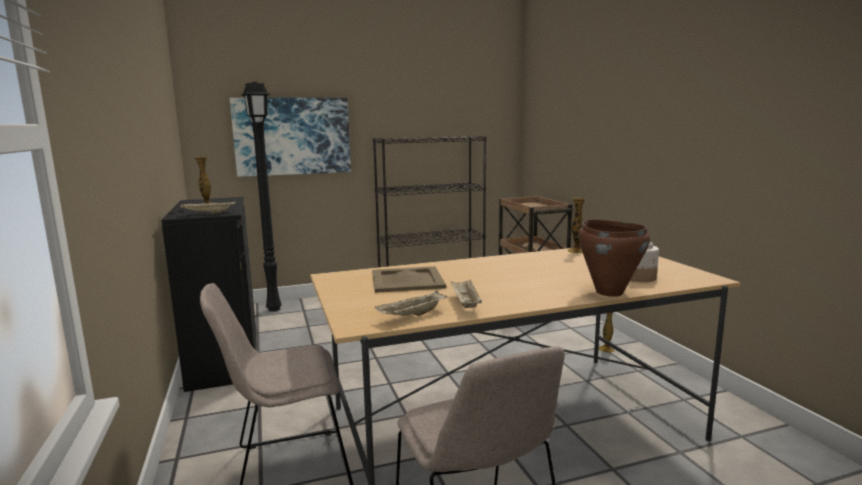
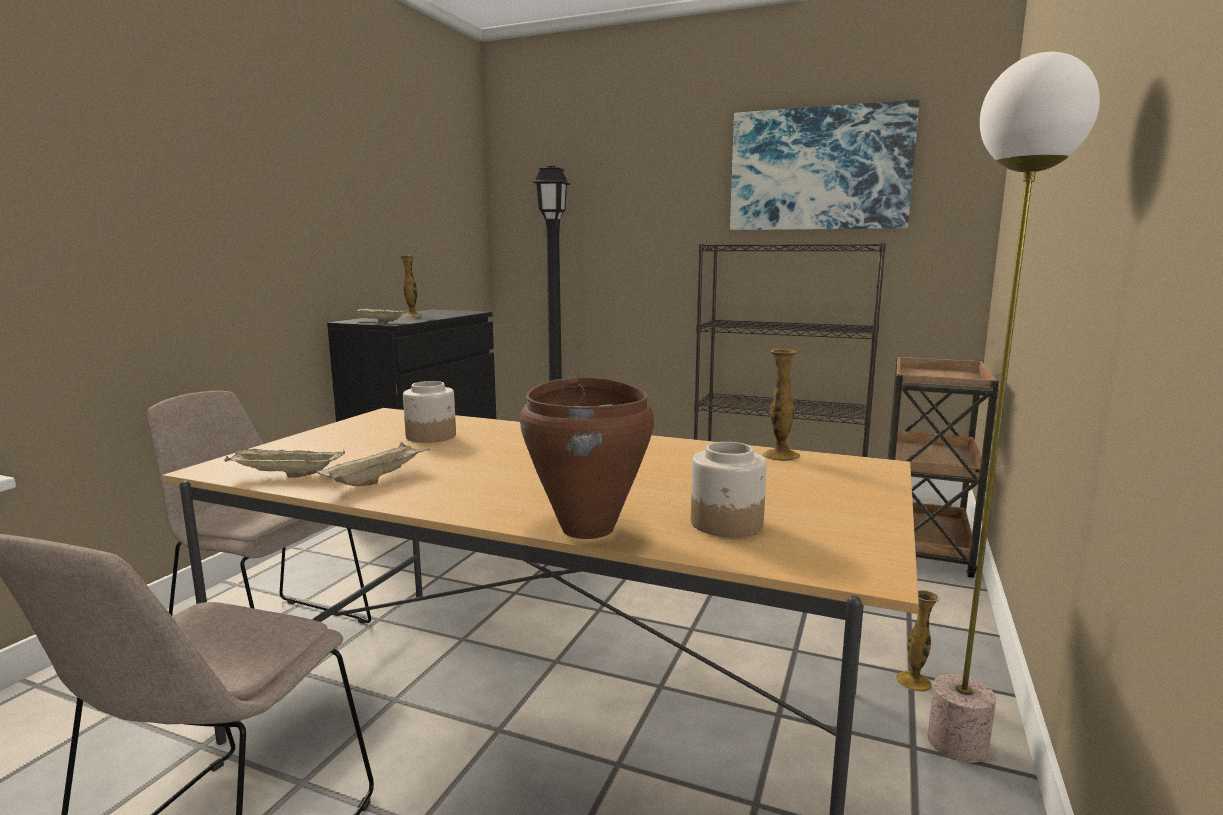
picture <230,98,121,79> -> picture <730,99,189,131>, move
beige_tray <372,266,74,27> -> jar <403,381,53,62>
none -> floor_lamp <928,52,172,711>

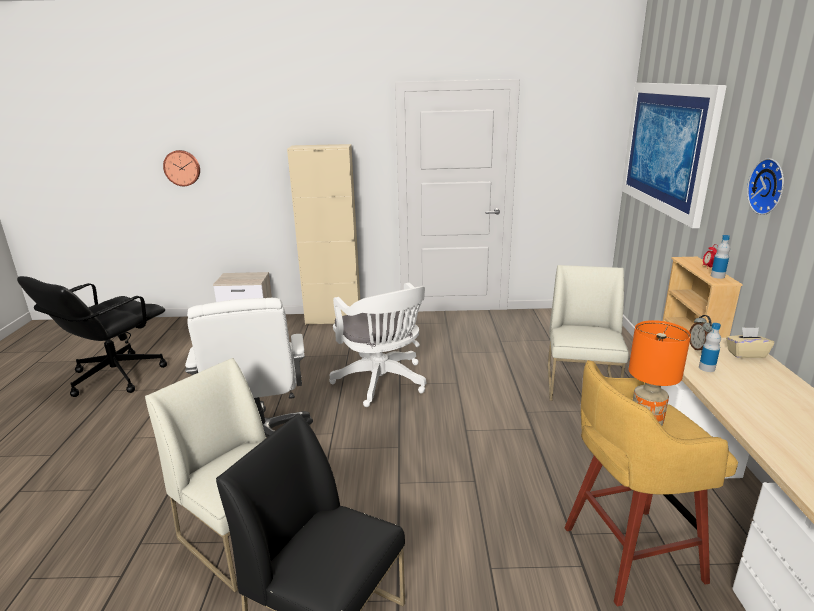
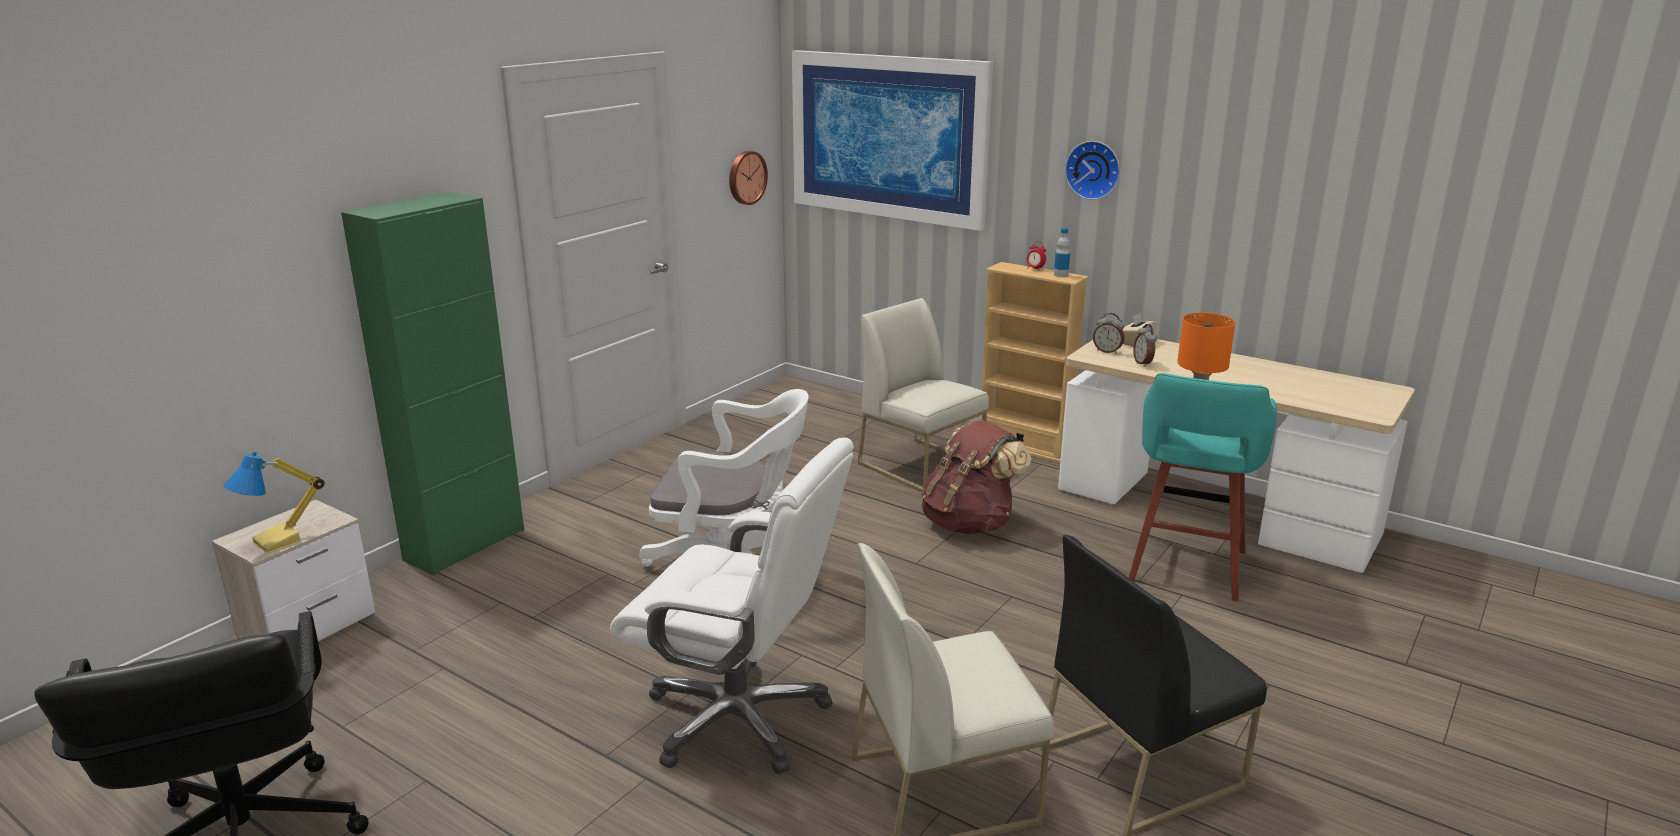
beige_cabinet <287,144,73,181> -> green_cabinet <341,192,183,383>
wall_clock <163,150,37,36> -> wall_clock <729,151,39,54>, move
bottle <699,323,22,49> -> alarm_clock <1133,324,24,43>
yellow_stool <564,360,174,247> -> turquoise_stool <1128,373,149,229>
none -> brown_backpack <921,420,110,114>
none -> table_lamp <223,451,102,103>

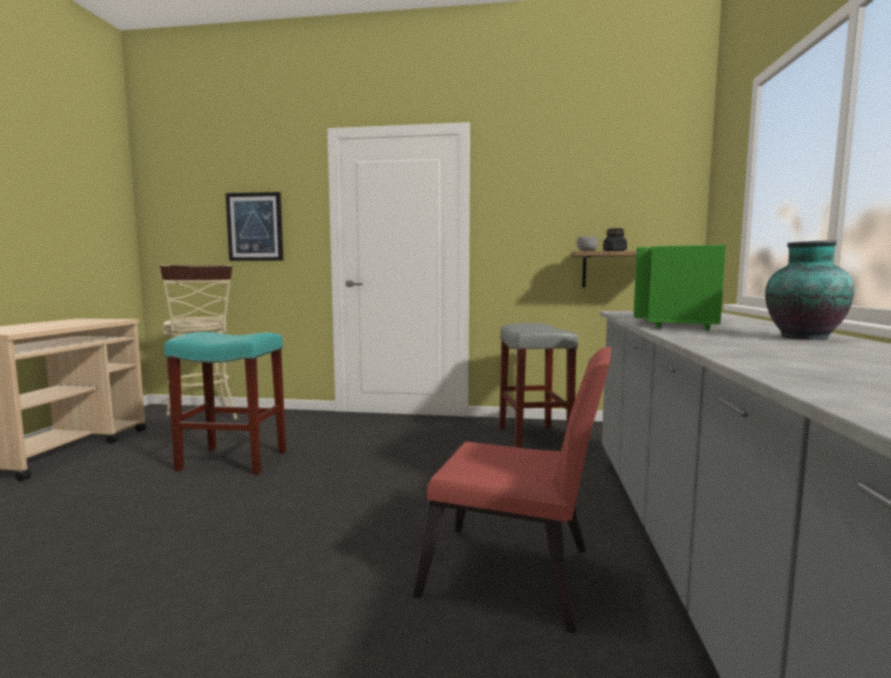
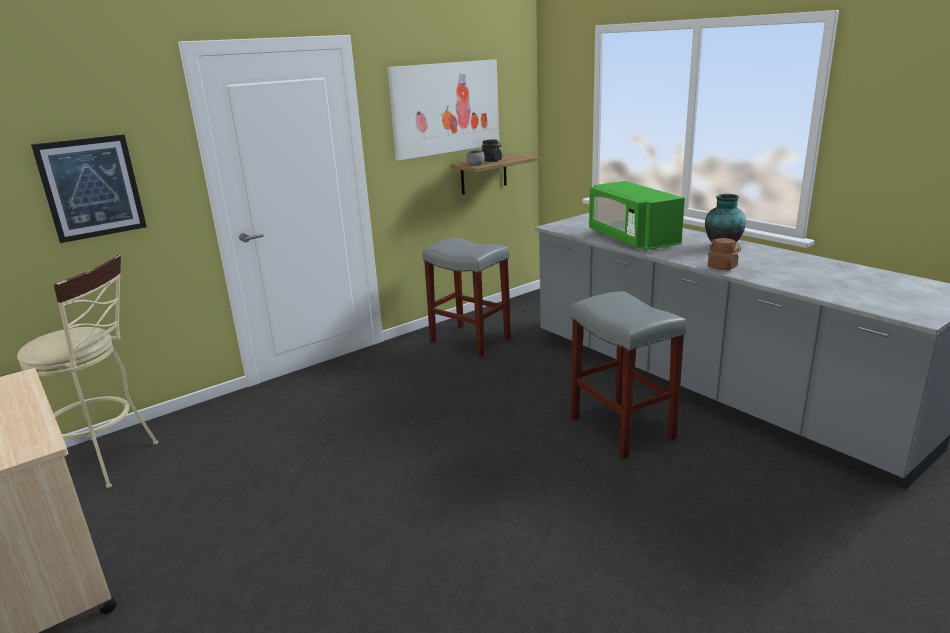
turquoise_stool <164,332,122,143> -> none
red_chair <413,347,199,287> -> grey_stool <571,291,116,168>
none -> picture <387,59,112,102>
none -> brown_jar <708,238,33,32>

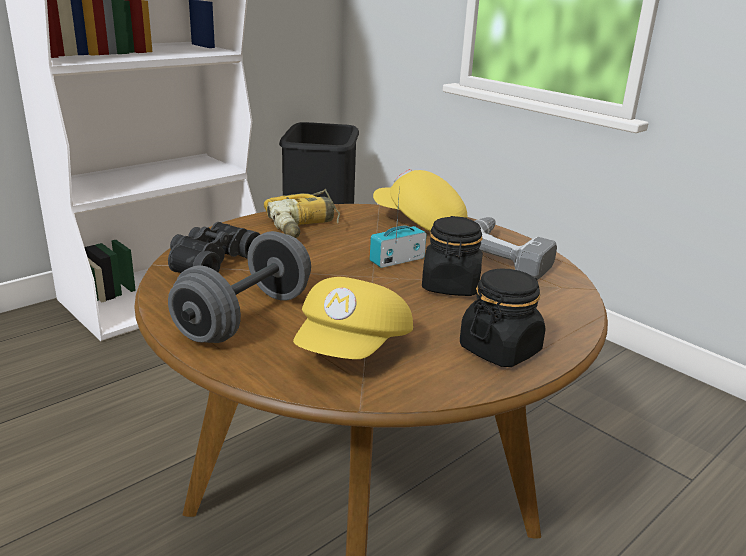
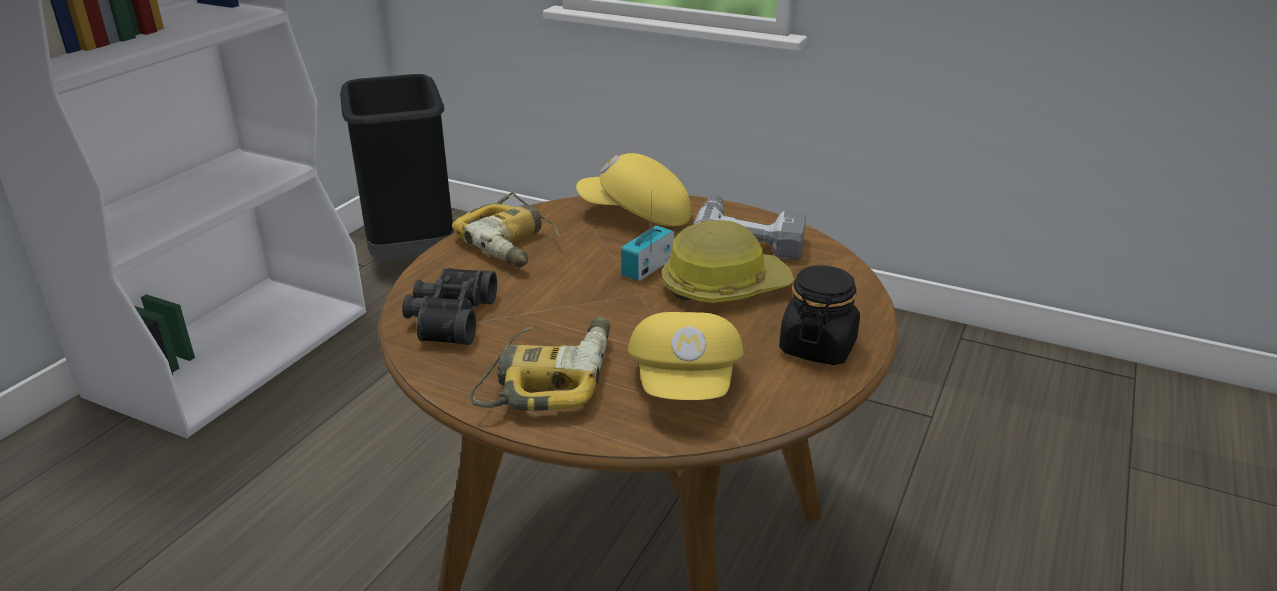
black_jar <422,216,61,80> -> hard_hat <661,220,133,83>
grey_dumbbell <168,231,143,112> -> power_drill <471,317,139,94>

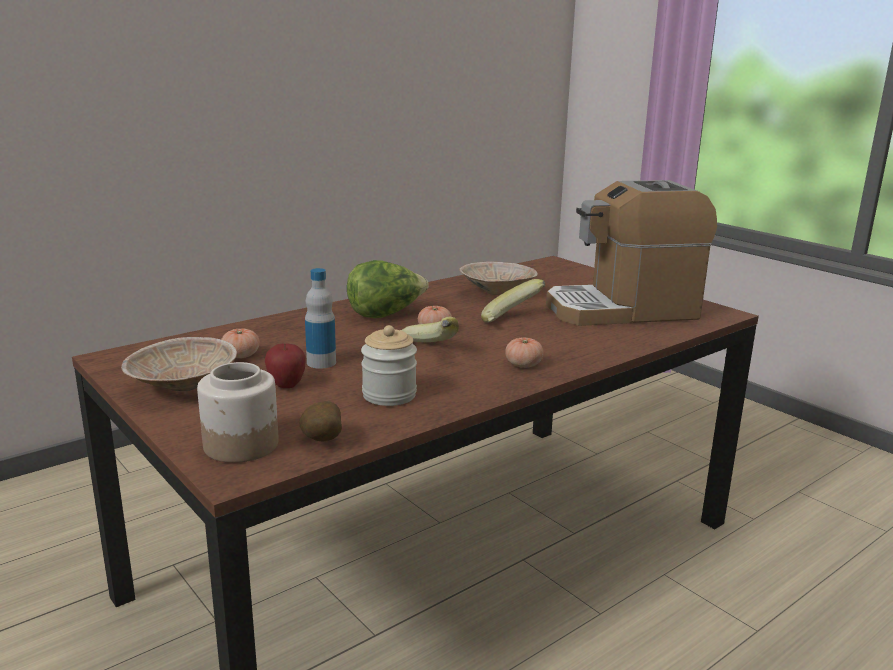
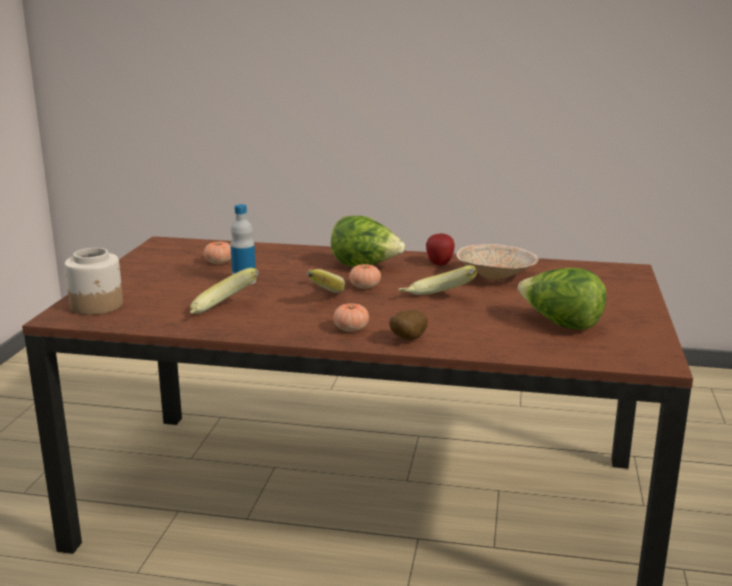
coffee_machine <546,180,171,146> -> lettuce <518,268,88,62>
jar <361,325,56,81> -> banana <190,268,69,46>
beige_bowl <121,337,116,54> -> none
apple <265,343,41,45> -> apple <426,233,29,33>, move
potato <299,401,43,41> -> potato <389,310,39,30>, move

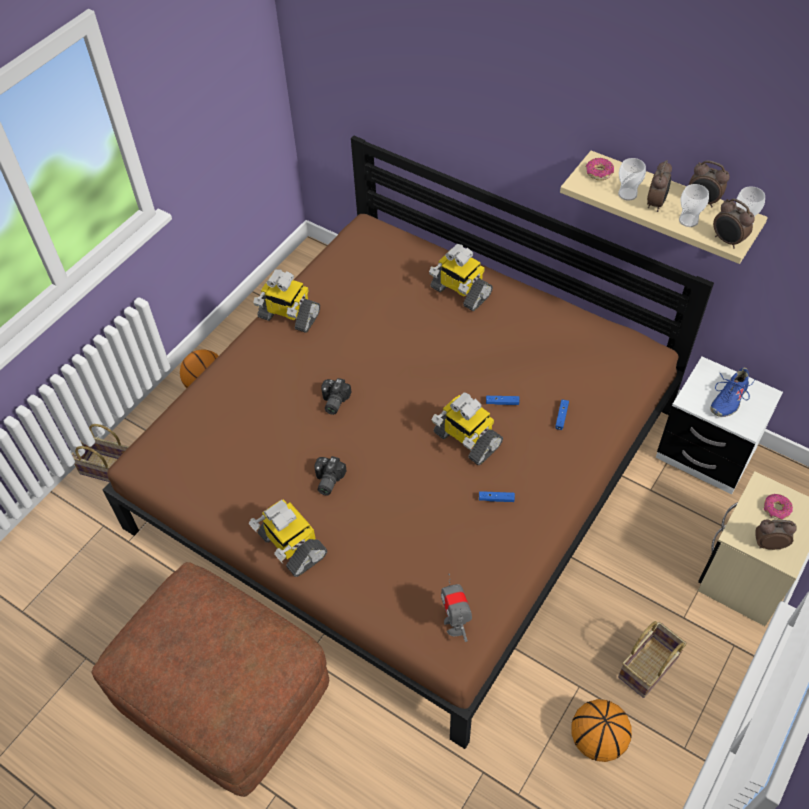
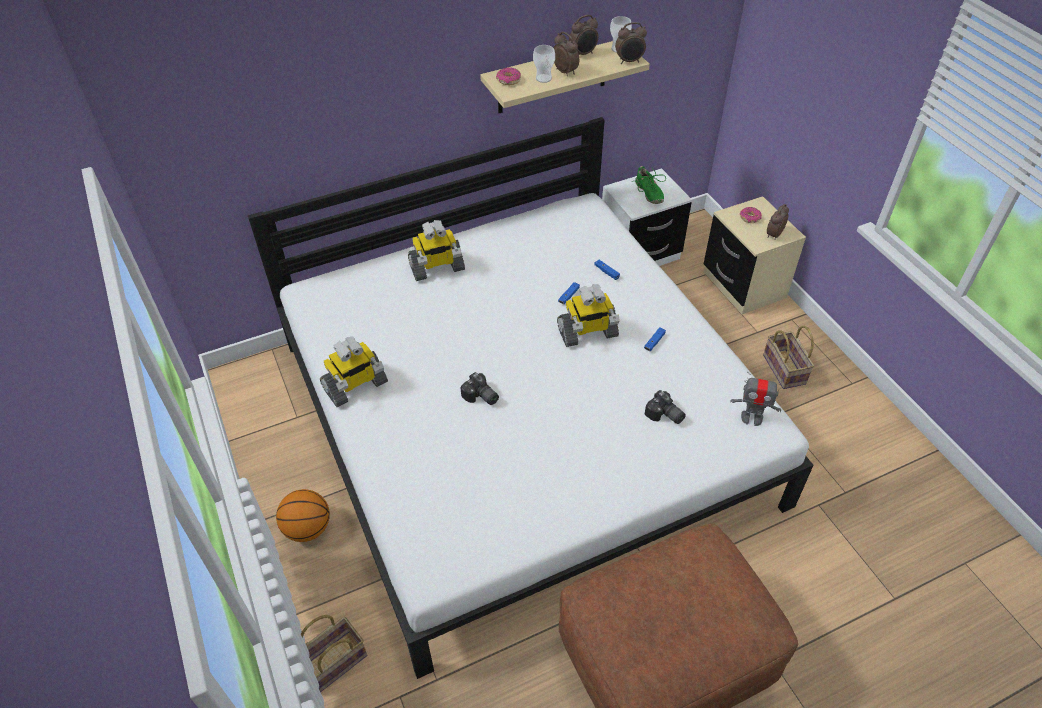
brown_bed <103,136,611,613> -> white_bed <247,117,566,562>
cup <679,184,30,43> -> none
blue_shoe <711,367,44,50> -> green_shoe <631,166,35,38>
photo_camera <314,456,33,40> -> photo_camera <645,390,41,34>, move
toy_robot <249,499,78,78> -> none
basketball <572,699,60,63> -> none

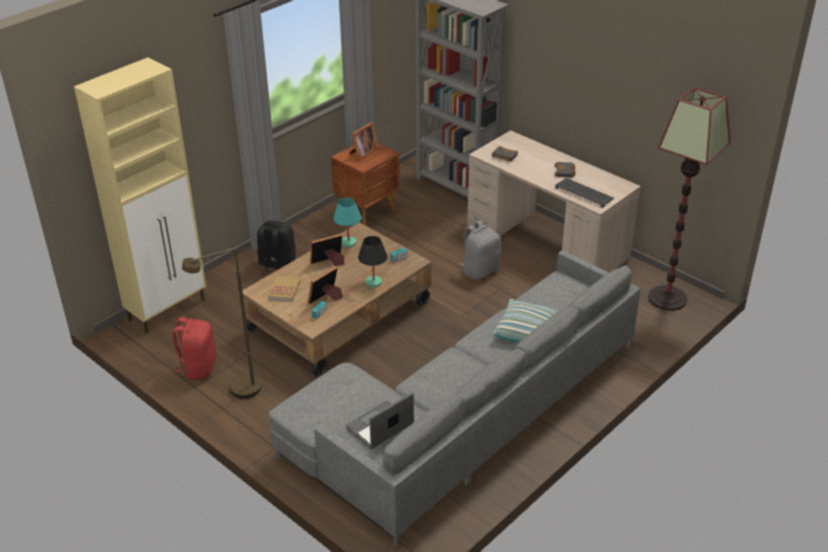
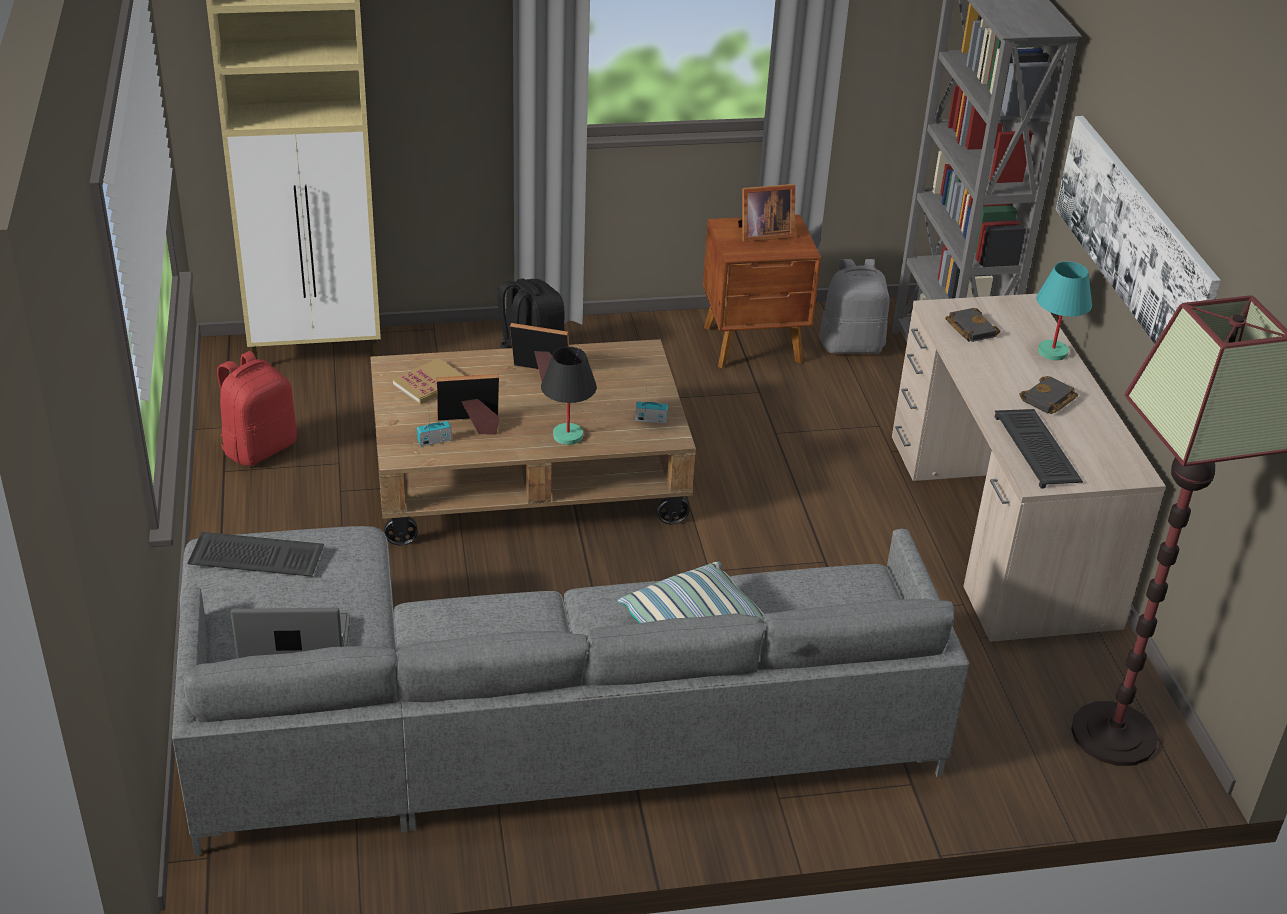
turquoise_table_lamp <333,198,28,49> -> turquoise_table_lamp <1036,261,56,99>, move
grey_backpack <459,221,42,59> -> grey_backpack <819,259,71,95>, move
brown_floor_lamp <182,249,79,150> -> none
none -> picture <1056,116,165,228>
none -> keyboard <187,532,137,45>

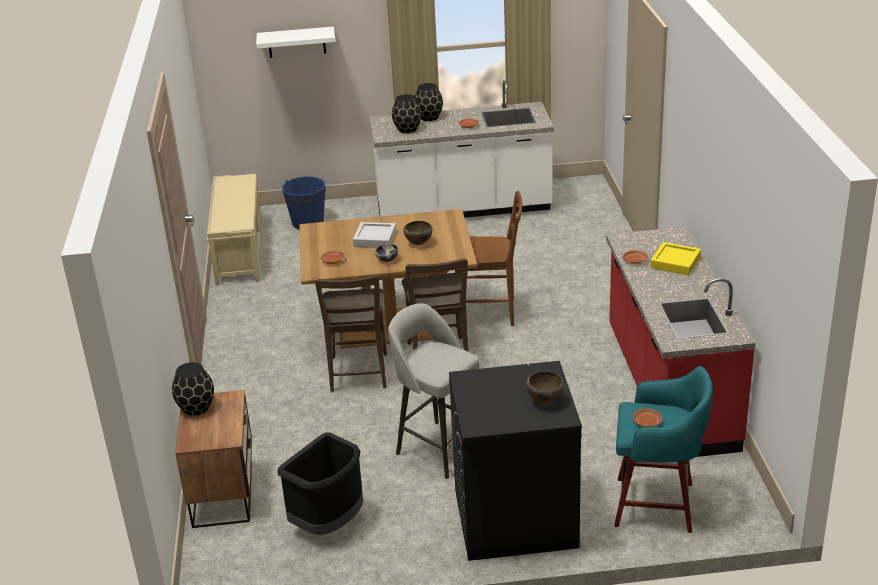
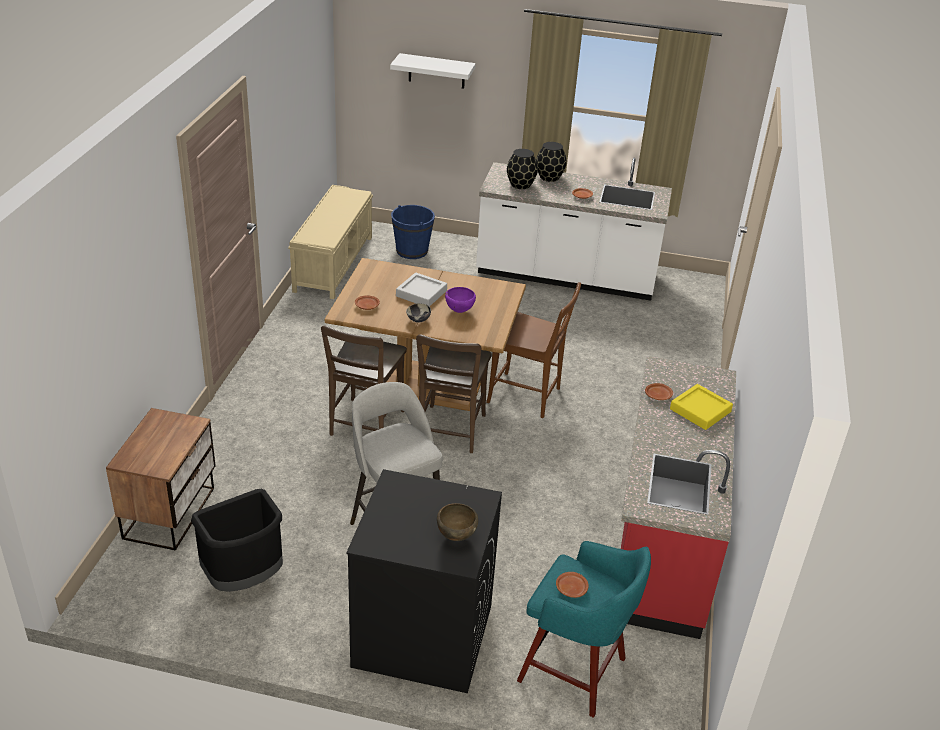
brown_bowl <403,221,29,24> -> purple_bowl <445,287,31,26>
black_vase <172,362,42,54> -> none

